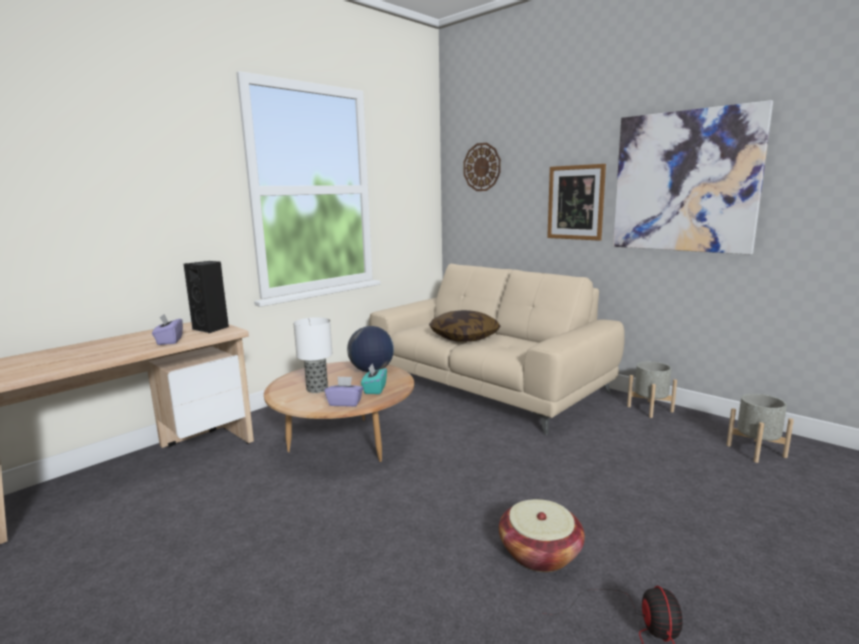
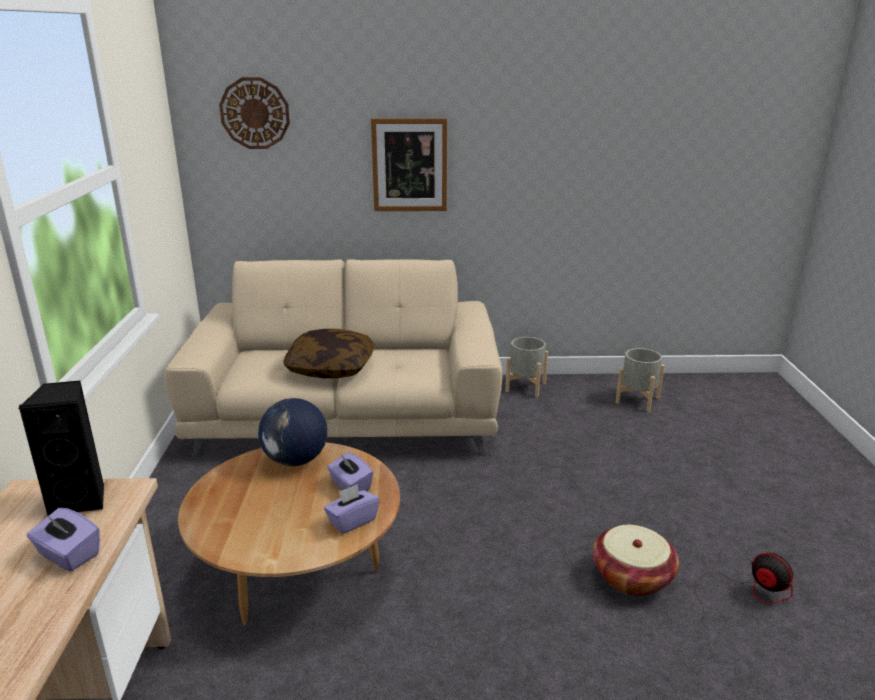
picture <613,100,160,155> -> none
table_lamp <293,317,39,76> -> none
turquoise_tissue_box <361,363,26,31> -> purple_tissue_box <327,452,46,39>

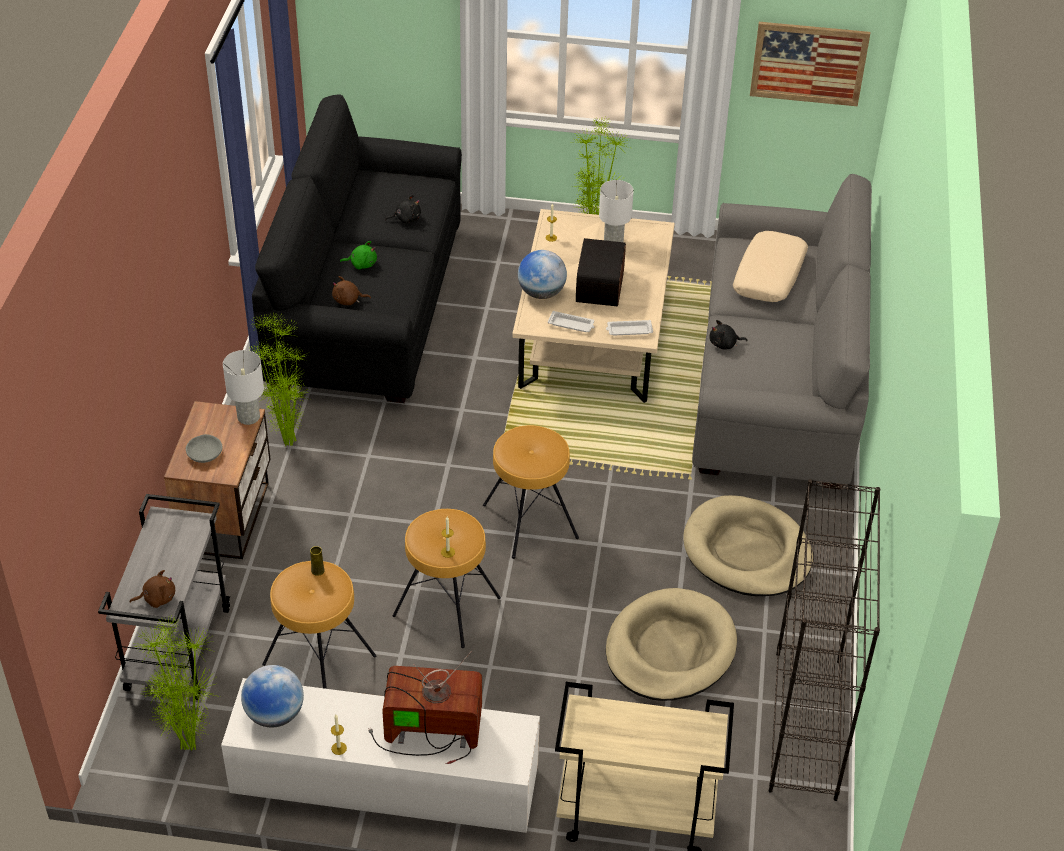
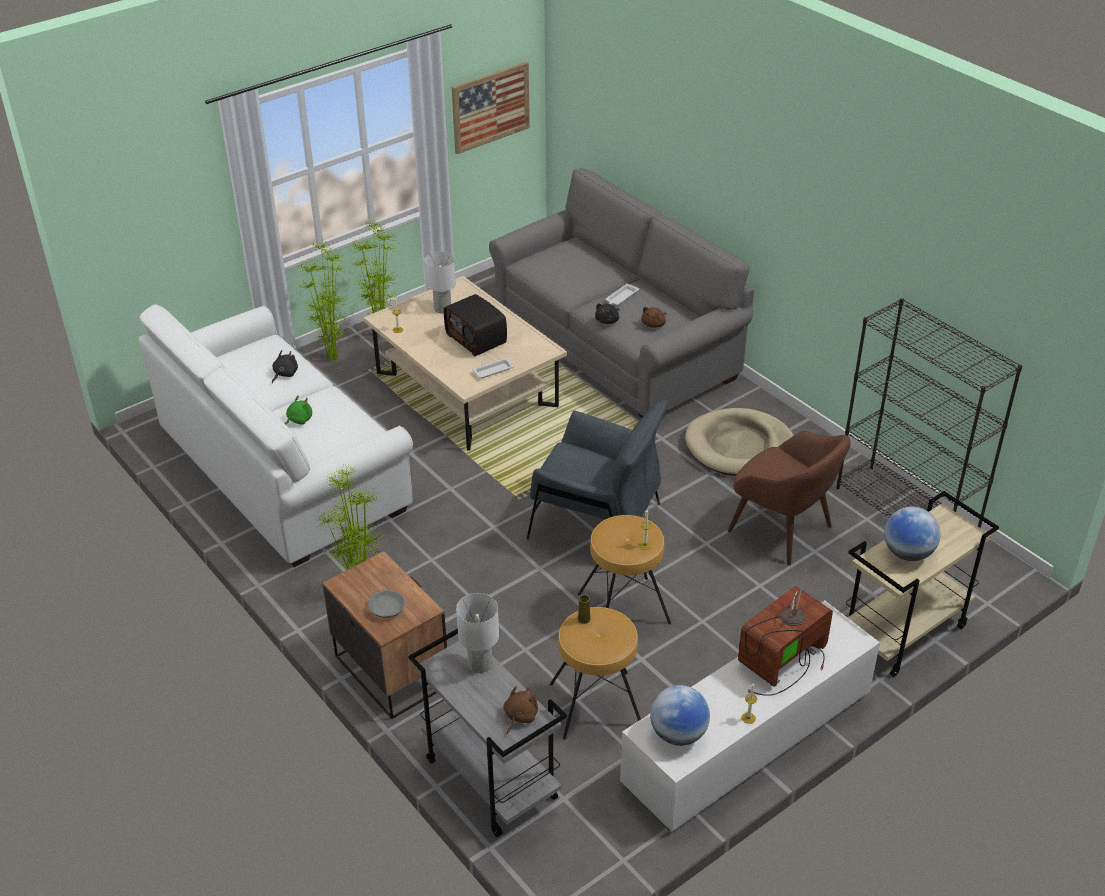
black_sofa <252,94,210,309> -> white_sofa <139,304,274,263>
beige_pillow <733,231,75,71> -> none
globe <518,250,49,49> -> globe <884,507,56,54>, move
brown_plush_toy <332,276,39,29> -> brown_plush_toy <642,307,24,21>, move
white_tray <606,320,47,15> -> white_tray <605,283,34,23>, move
white_table_lamp <223,350,41,75> -> white_table_lamp <456,593,43,80>, move
brown_stool <483,425,96,134> -> grey_armchair <527,400,140,139>
beige_dog_bed <606,588,131,113> -> brown_armchair <728,431,123,135>
potted_plant <133,615,87,136> -> potted_plant <299,241,53,121>, move

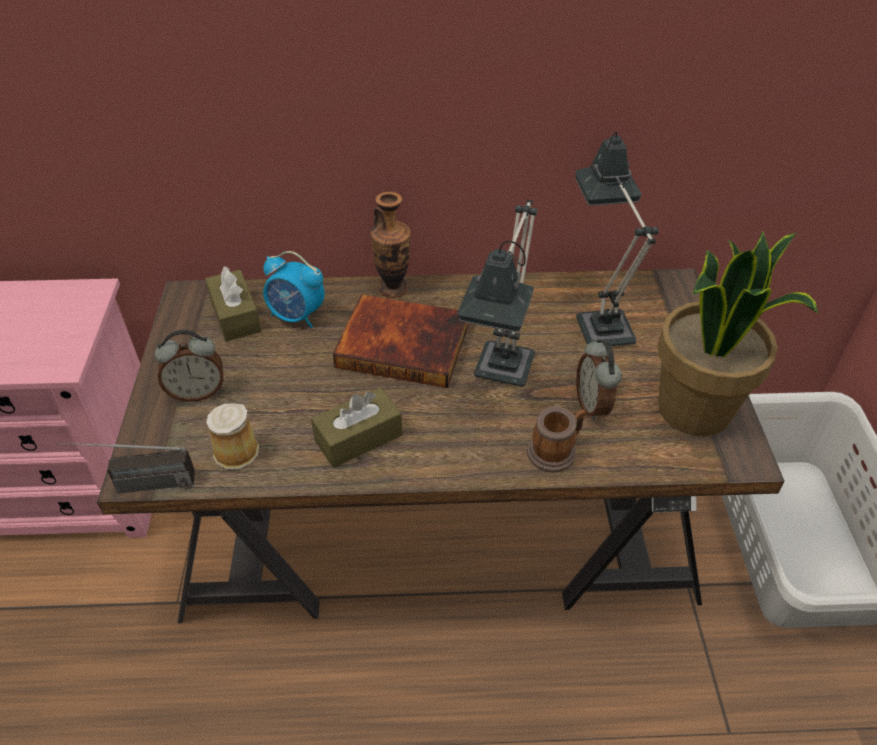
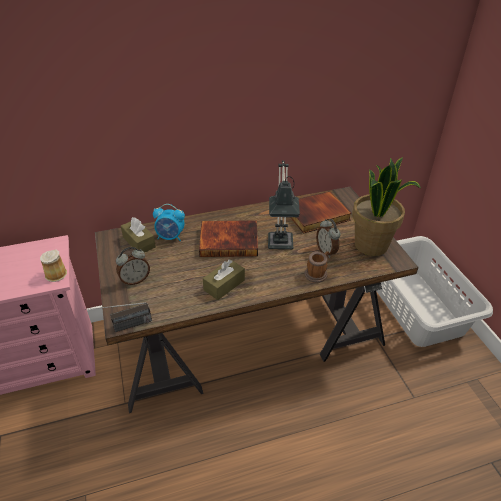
table_lamp <575,131,83,215> -> book <290,191,62,43>
vase <370,192,41,106> -> none
mug <206,403,53,66> -> mug <40,249,27,33>, move

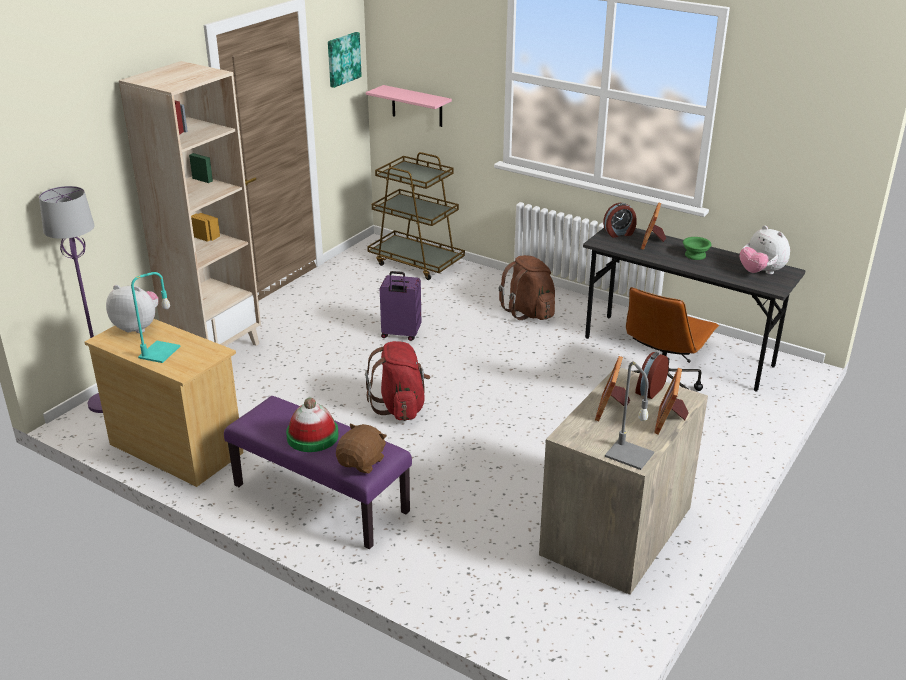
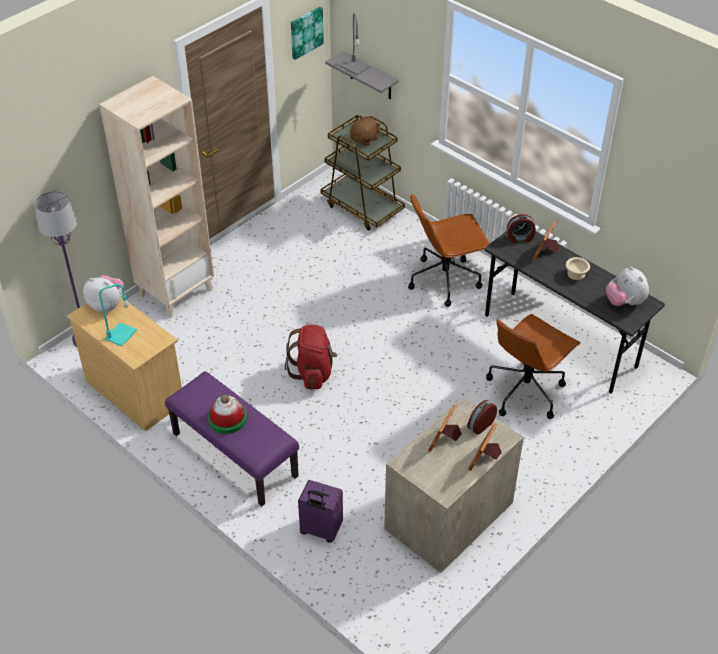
pink_shelf <366,85,86,42> -> grey_shelf <325,51,74,48>
green_bowl <683,237,29,23> -> beige_bowl <566,257,24,23>
brown_backpack <499,255,56,65> -> brown_office_chair <408,193,82,114>
purple_suitcase <380,271,41,70> -> purple_suitcase <298,480,45,62>, move
grey_table_lamp <605,362,49,108> -> grey_table_lamp <341,12,28,63>, move
brown_plush_toy <336,423,51,50> -> brown_plush_toy <350,115,30,31>, move

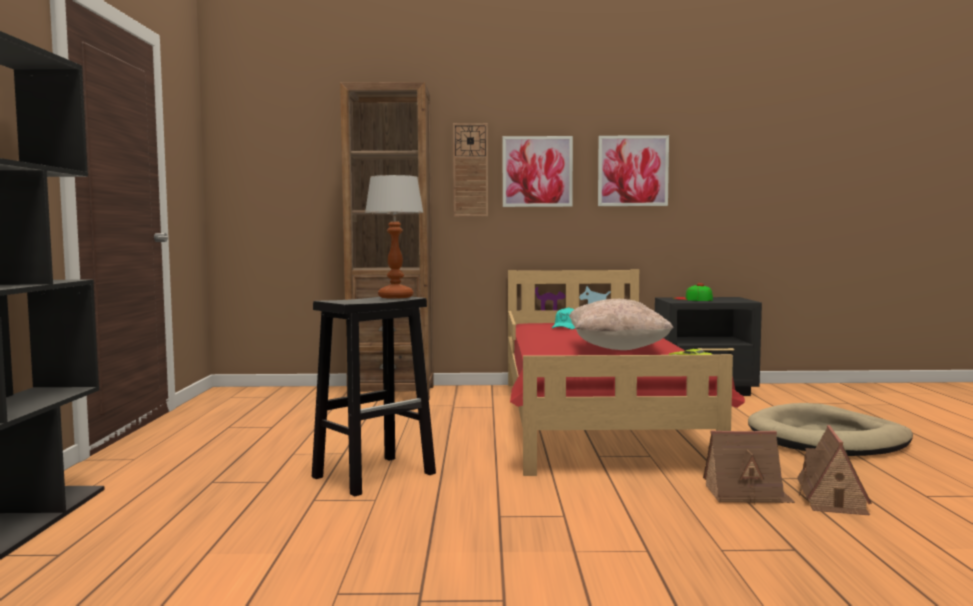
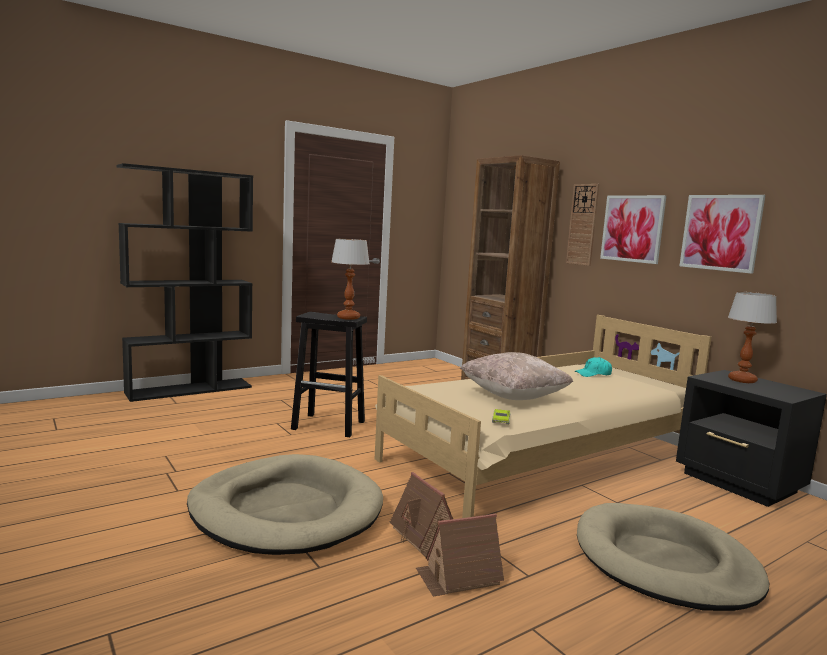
red_bed <508,269,237,207> -> beige_bed <375,315,336,203>
cap <673,283,40,18> -> table_lamp <728,292,49,91>
none -> beige_dog_bed <187,454,196,101>

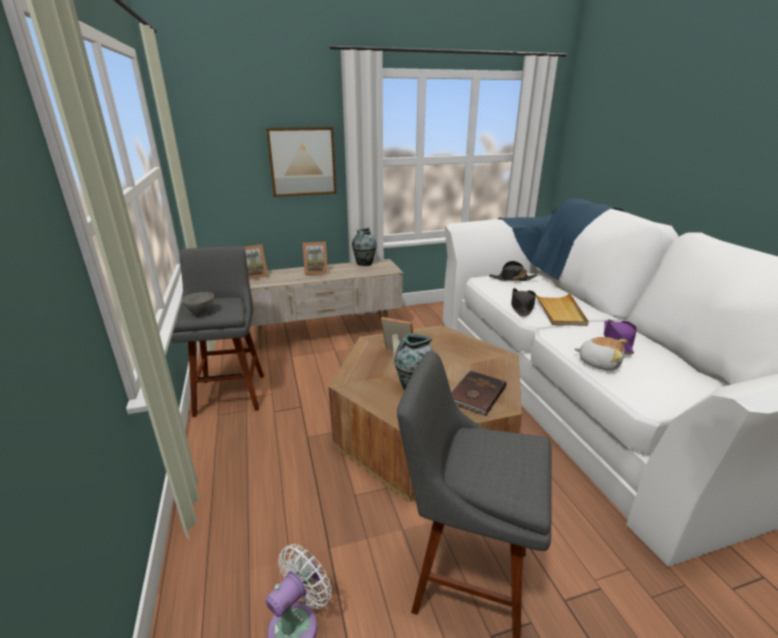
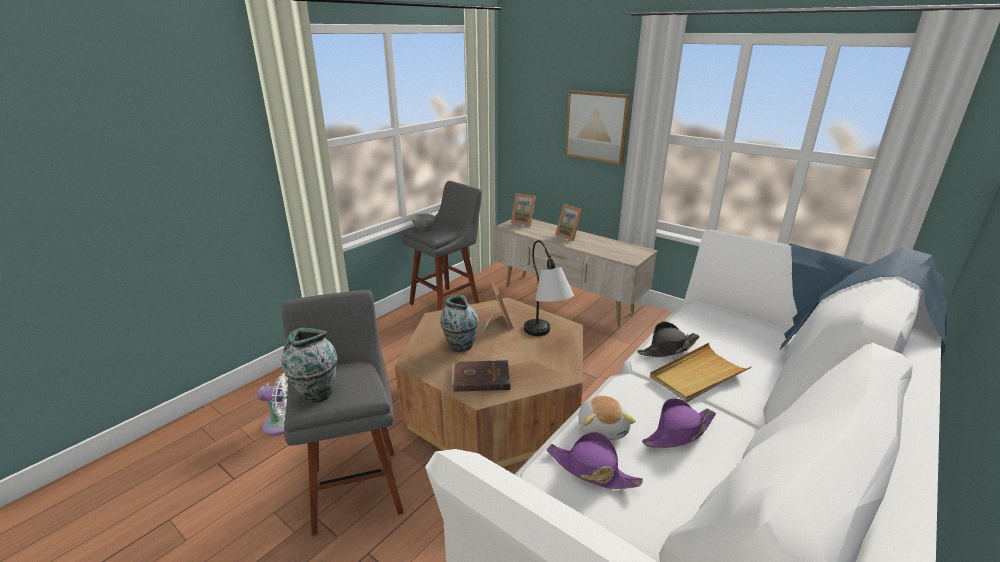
vase <352,228,25,38> -> vase <282,328,55,75>, move
black_hat <489,261,49,20> -> none
none -> table_lamp <524,240,50,96>
none -> purple_hat <547,432,96,57>

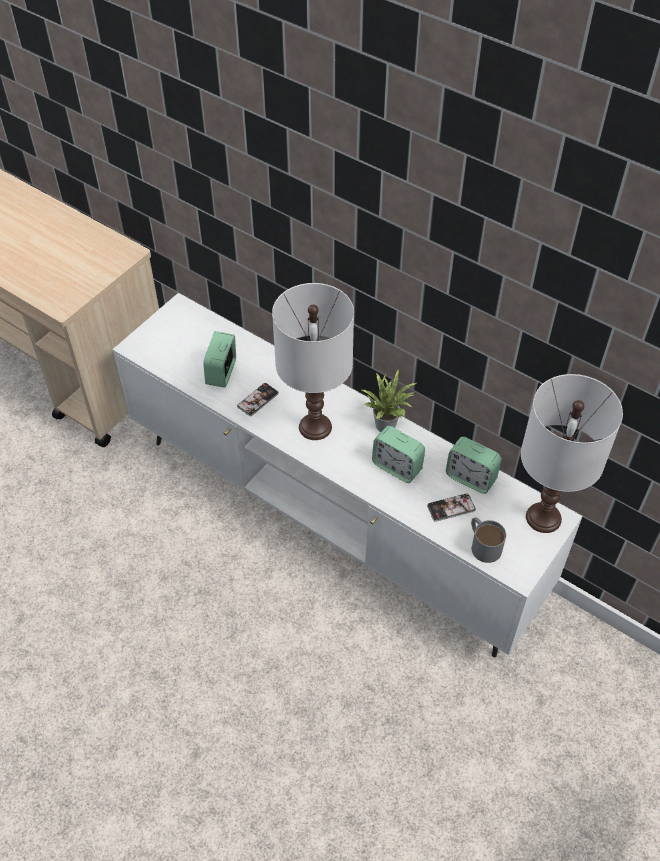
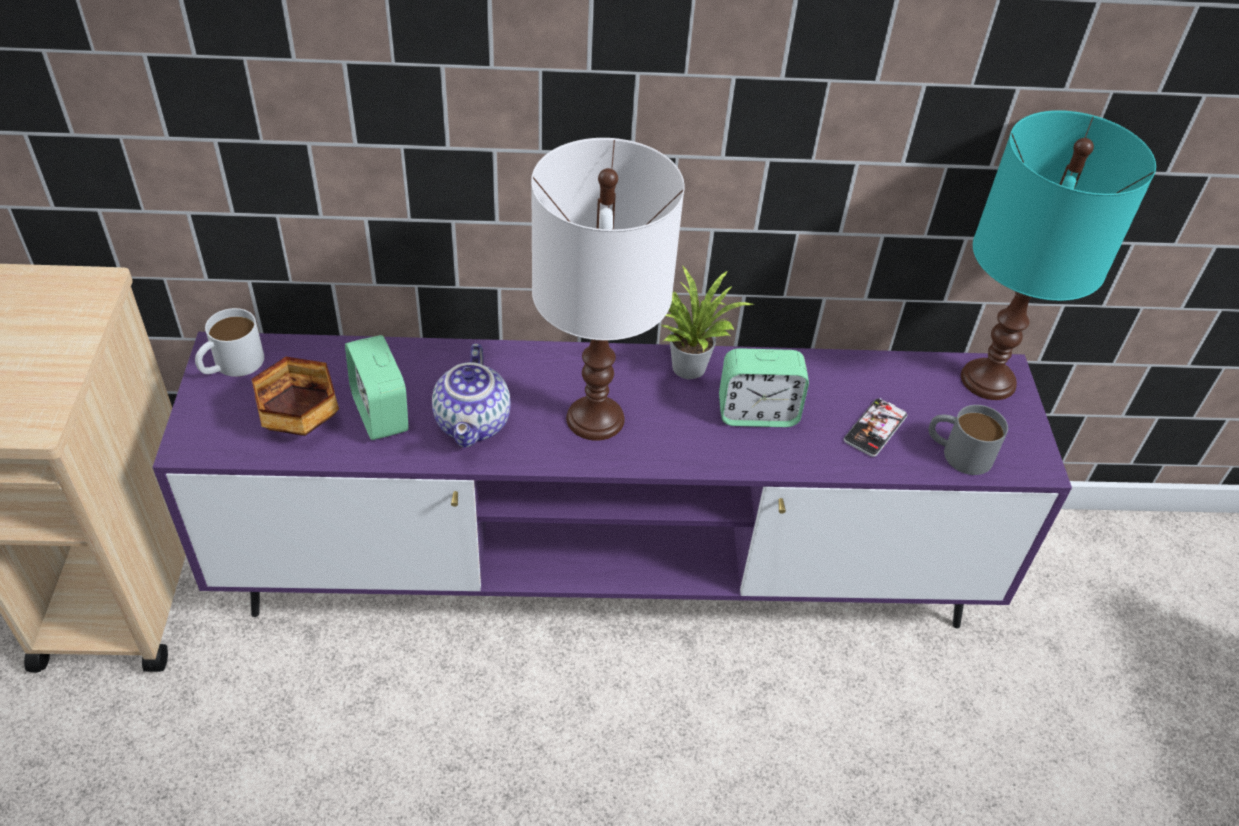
white_tv_stand <113,293,470,364> -> purple_tv_stand <152,332,920,297>
white_table_lamp <521,374,102,159> -> turquoise_table_lamp <961,110,195,290>
phone <237,383,42,33> -> teapot <432,343,79,105>
alarm_clock <446,437,56,57> -> none
none -> white_mug <195,308,69,69>
none -> bowl <252,356,87,80>

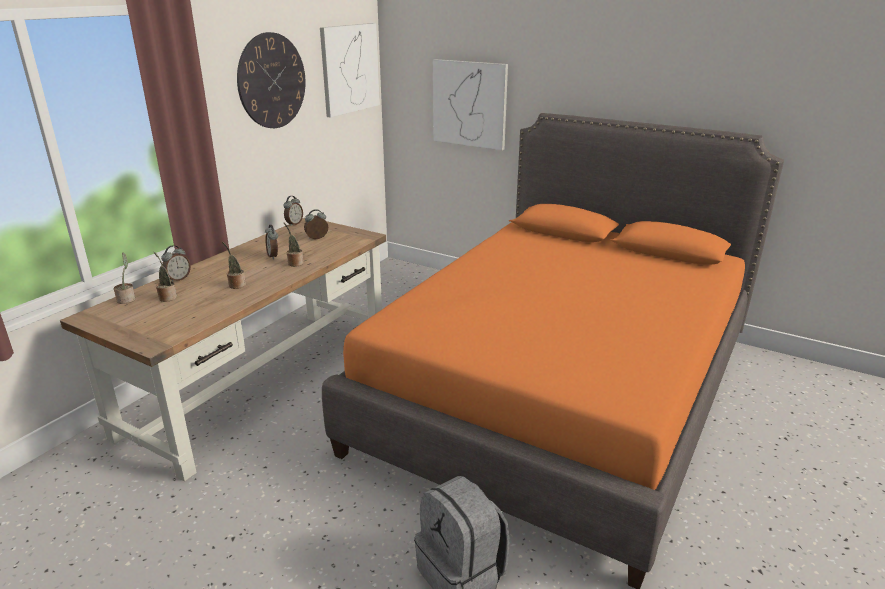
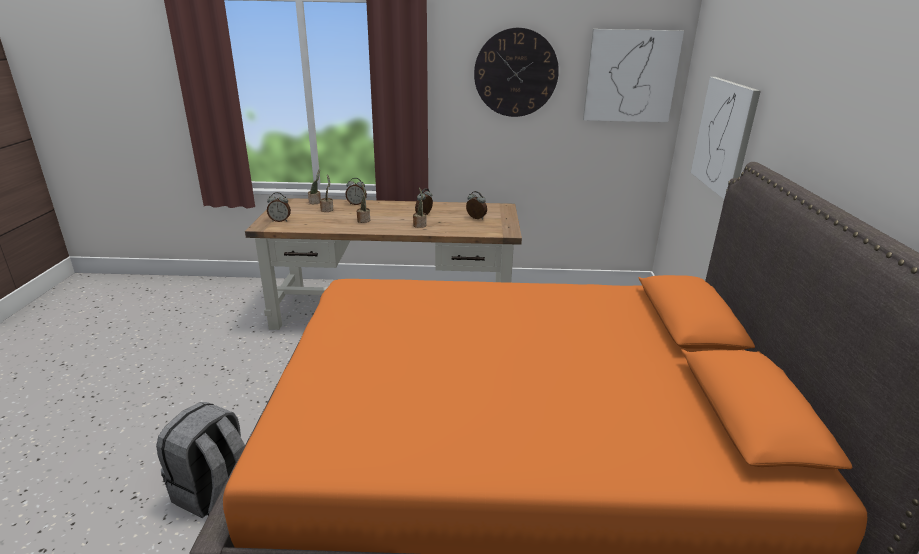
alarm_clock <283,196,20,30> -> alarm_clock <267,192,24,30>, move

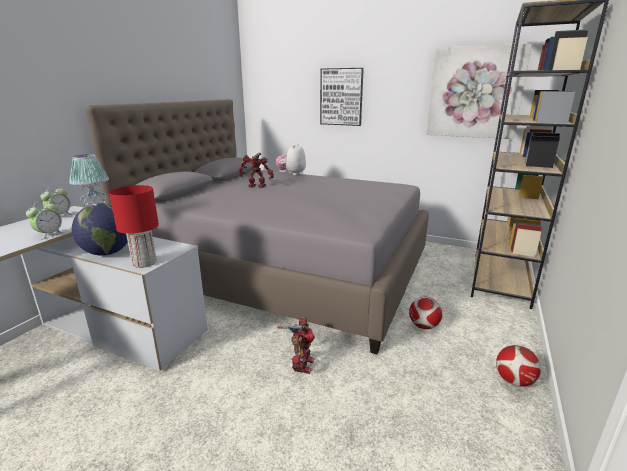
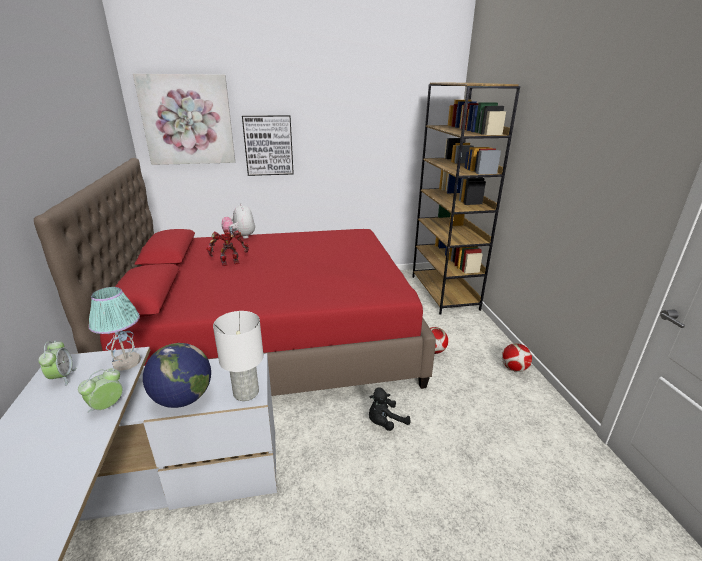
picture <427,44,105,95> -> picture <133,74,102,91>, move
grey_bed <86,99,343,255> -> red_bed <34,158,402,238>
red_table_lamp <109,185,50,83> -> white_table_lamp <213,311,51,90>
alarm_clock <26,201,39,39> -> alarm_clock <78,369,45,44>, 135 degrees counterclockwise
toy_robot <278,317,37,57> -> black_plush_toy <369,387,42,44>

